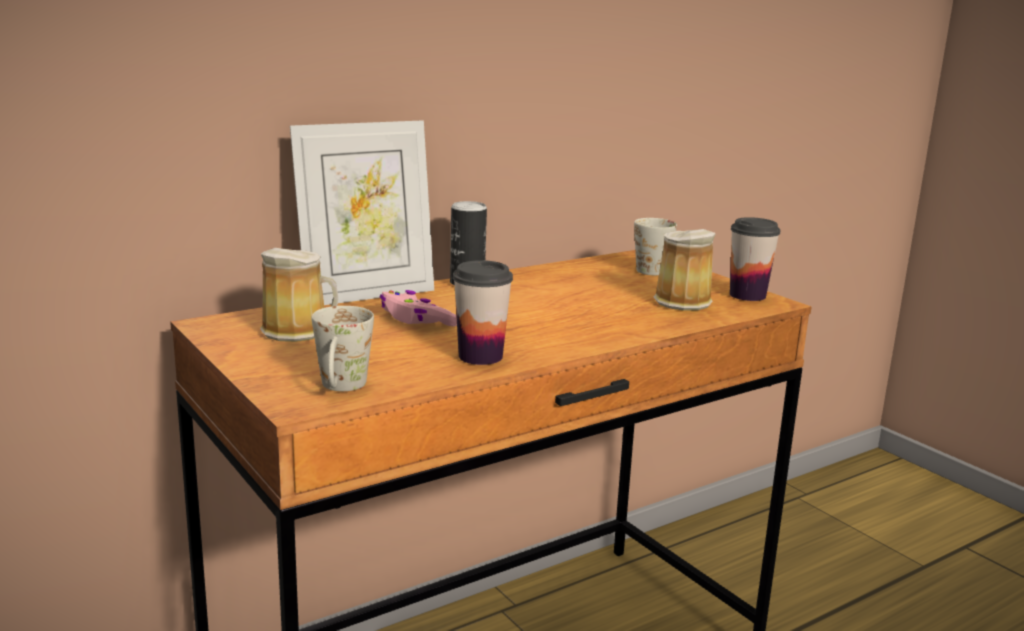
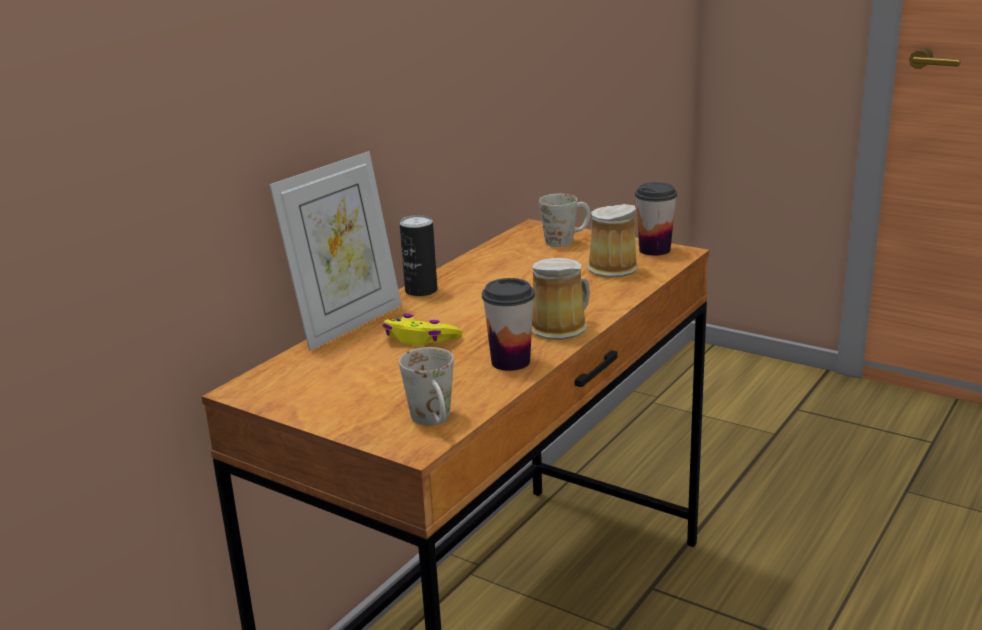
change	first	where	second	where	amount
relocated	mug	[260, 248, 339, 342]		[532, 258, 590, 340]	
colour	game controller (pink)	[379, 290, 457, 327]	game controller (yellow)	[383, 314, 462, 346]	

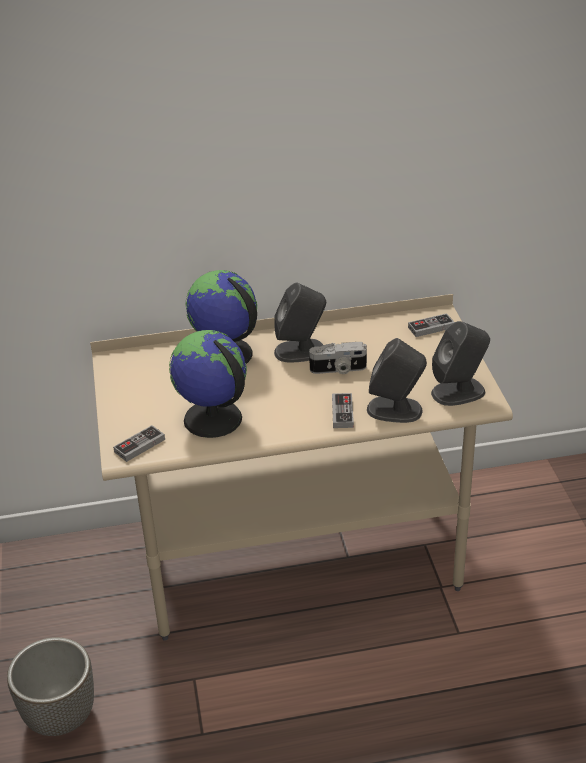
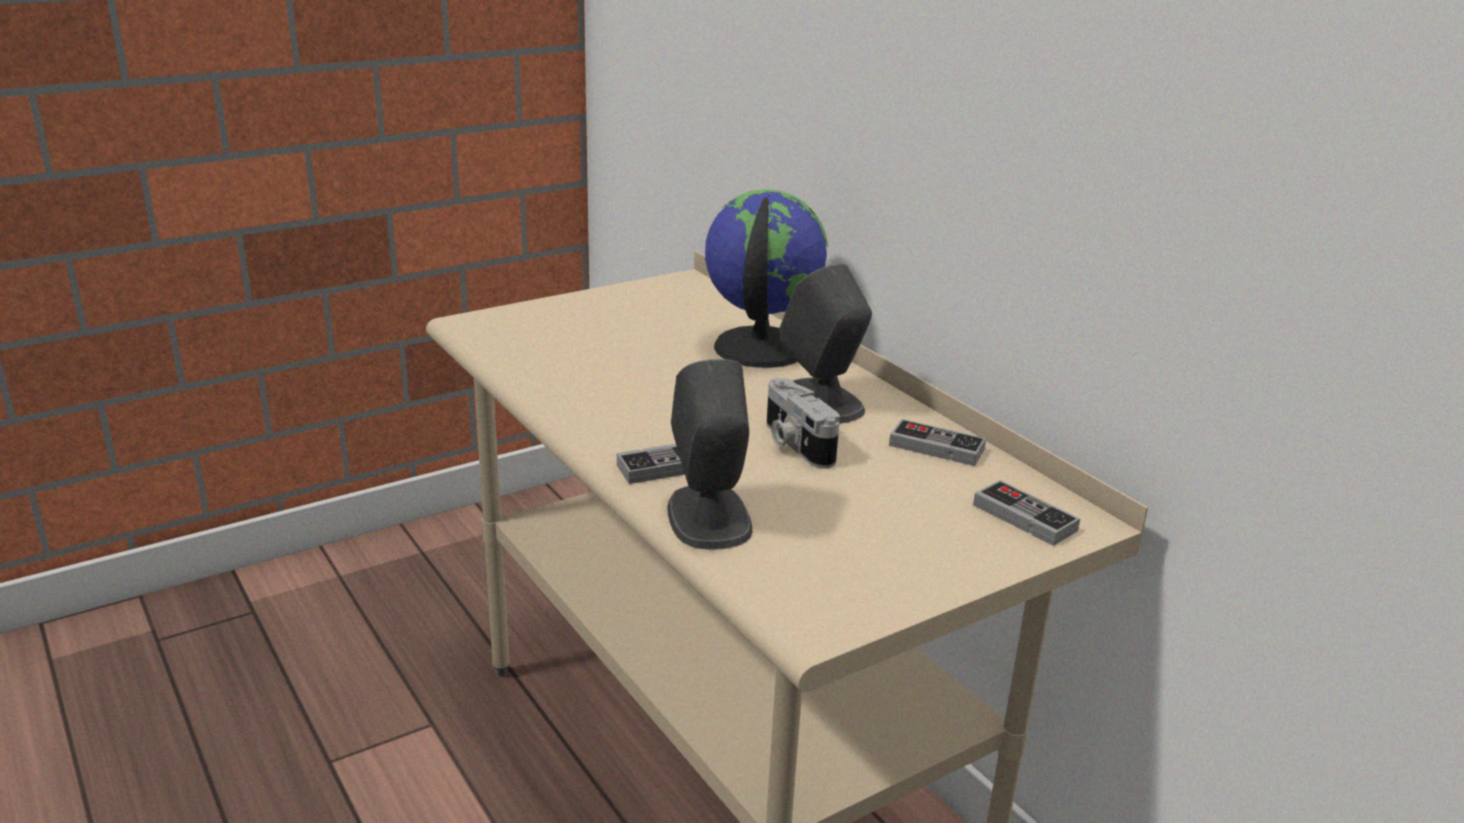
change	first	where	second	where	amount
missing	speaker (grey)	[431, 321, 490, 406]			
missing	globe	[169, 330, 247, 438]			
relocated	game controller	[113, 425, 165, 462]		[889, 419, 986, 466]	
missing	planter	[7, 637, 94, 736]			

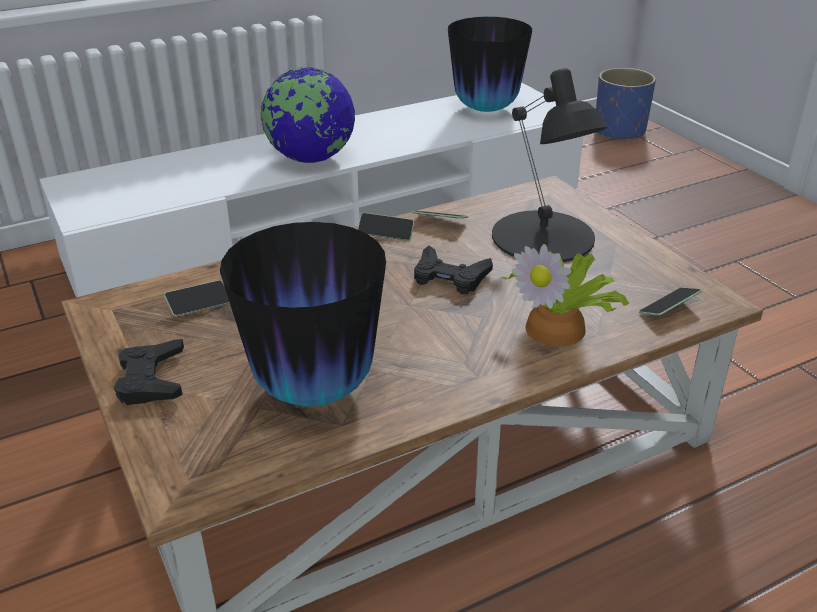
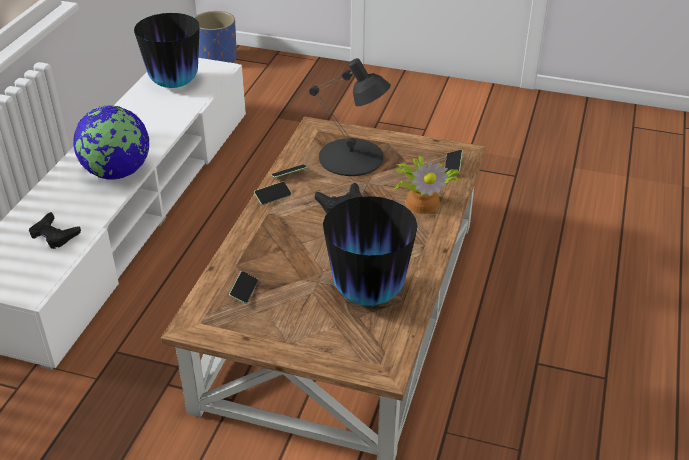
change	first	where	second	where	amount
relocated	game controller (black)	[114, 339, 184, 405]		[29, 212, 81, 249]	

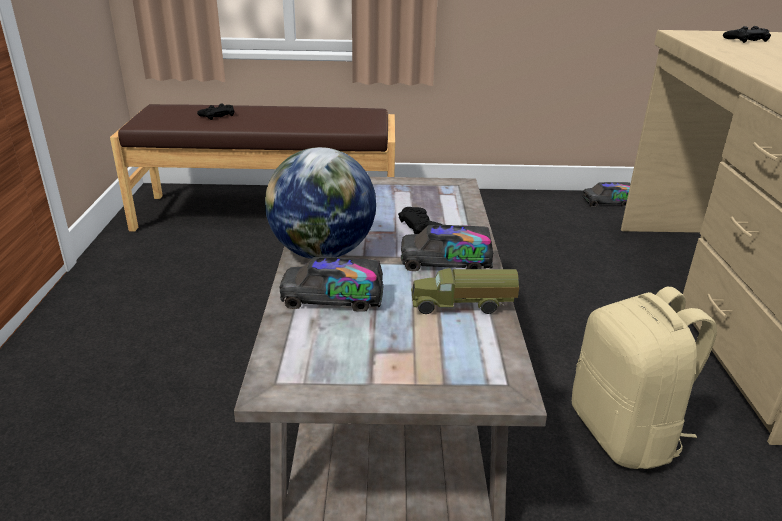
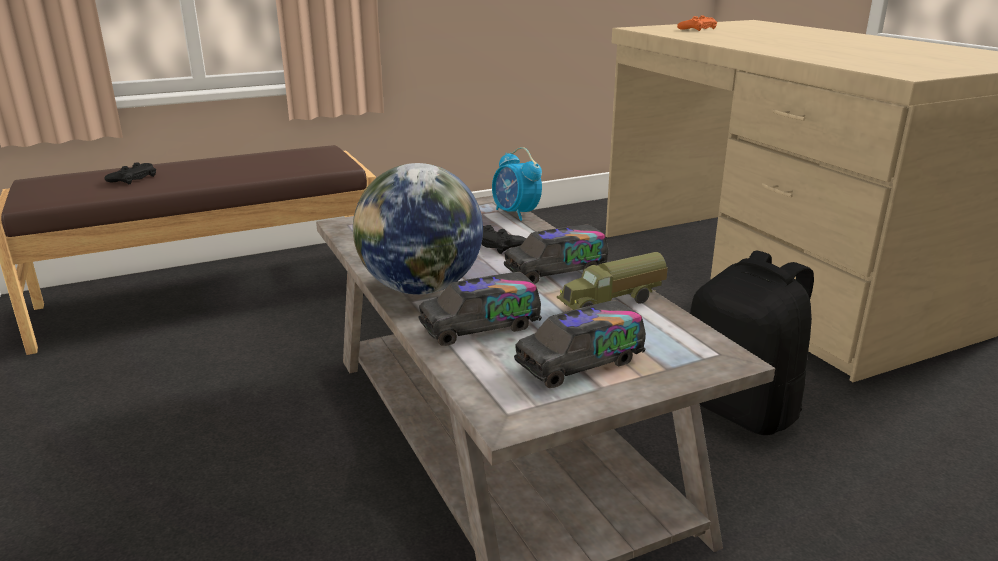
change	first	where	second	where	amount
colour	game controller (black)	[723, 26, 771, 43]	game controller (orange)	[677, 15, 717, 31]	
relocated	toy truck	[582, 182, 630, 207]		[514, 300, 646, 388]	
colour	backpack (beige)	[572, 287, 717, 469]	backpack (black)	[690, 251, 814, 435]	
appeared			alarm clock	[492, 147, 542, 221]	

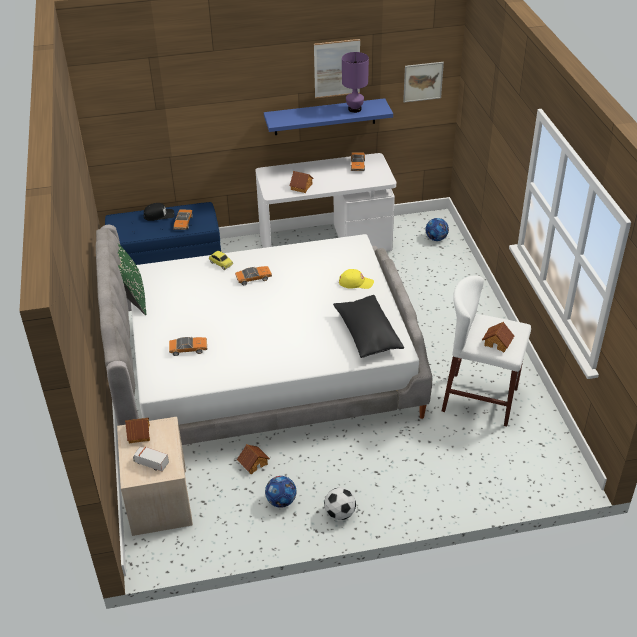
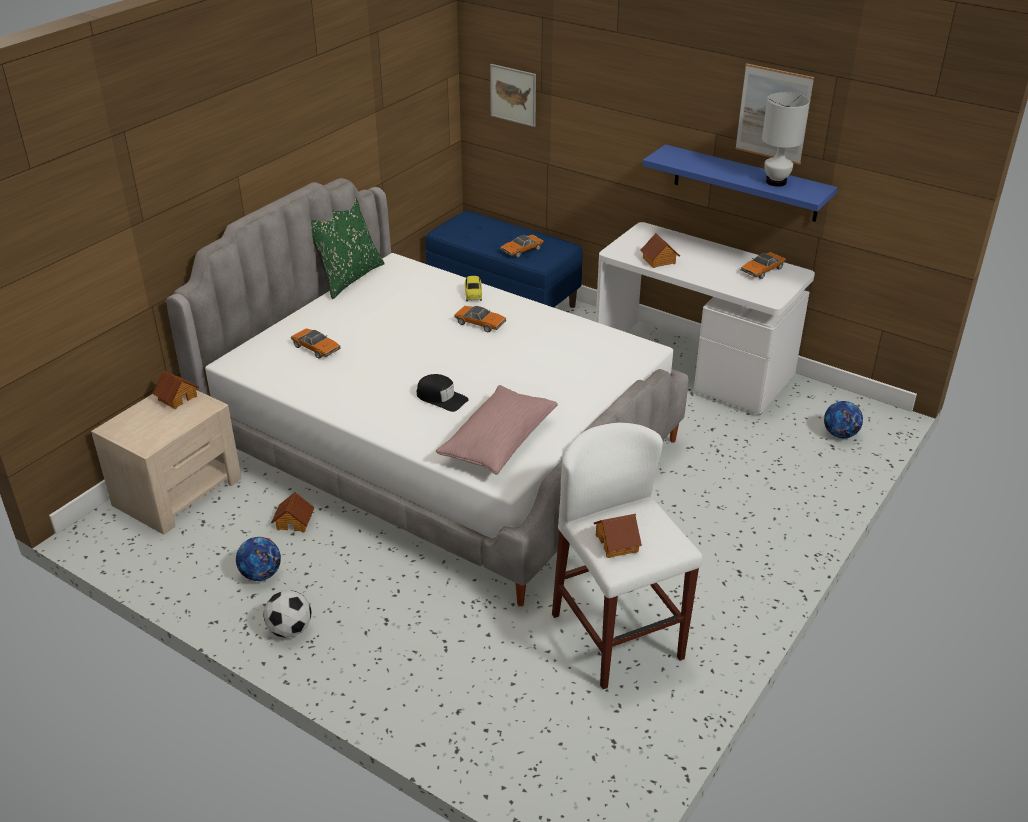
change	first	where	second	where	amount
colour	table lamp (purple)	[342, 52, 369, 113]	table lamp (white)	[762, 92, 810, 187]	
relocated	picture	[403, 62, 444, 103]		[490, 64, 536, 127]	
relocated	cap (black)	[144, 203, 175, 221]		[417, 374, 469, 412]	
missing	cap (yellow)	[339, 269, 374, 289]			
colour	pillow (black)	[333, 295, 404, 358]	pillow (pink)	[436, 385, 557, 475]	
missing	toy truck	[133, 447, 169, 471]			

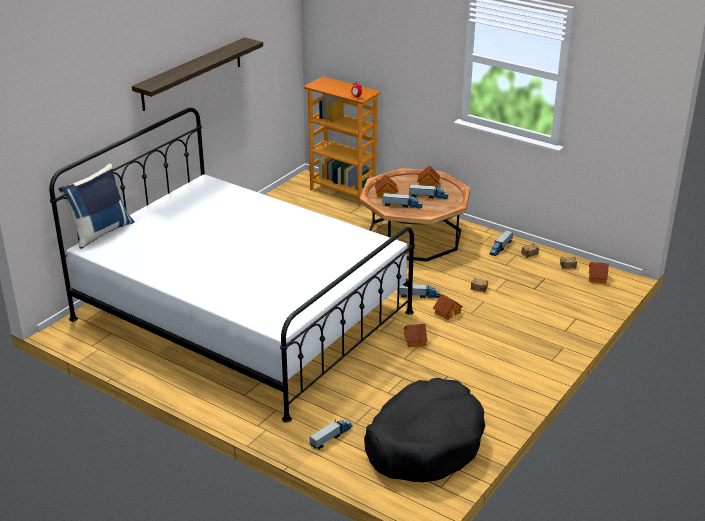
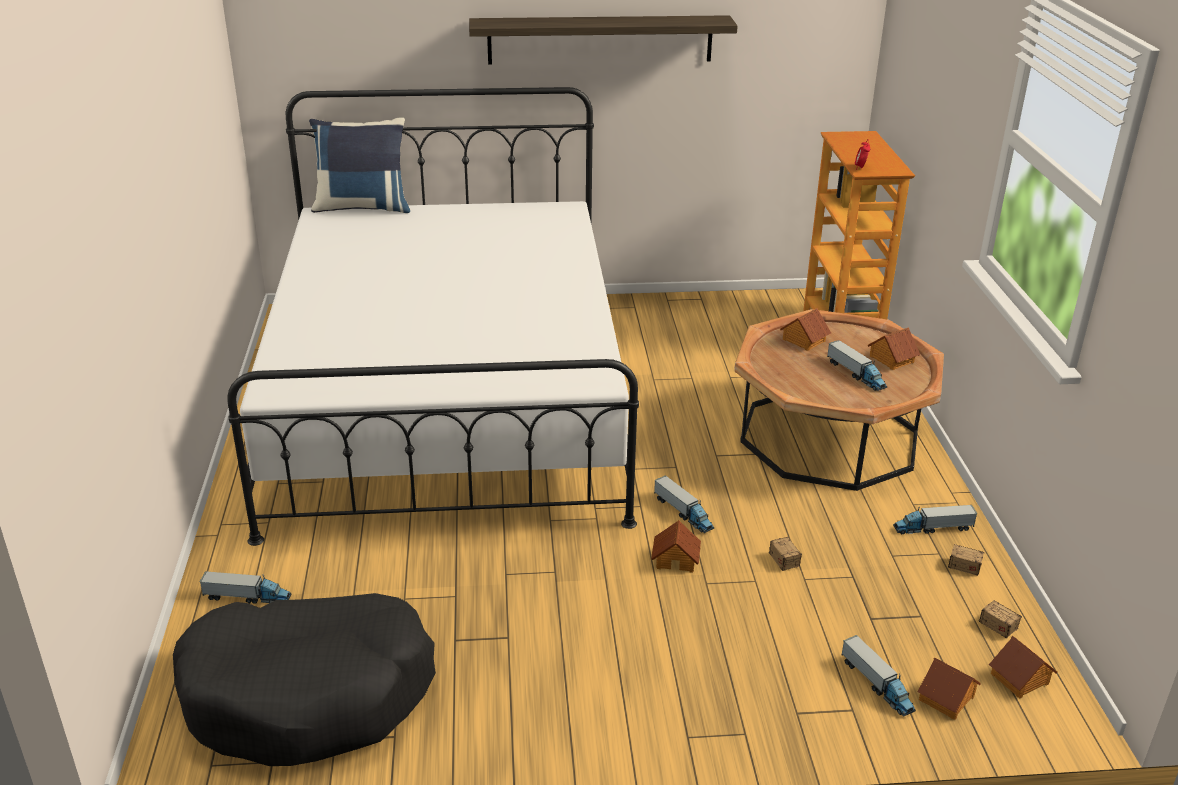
change	first	where	second	where	amount
relocated	toy truck	[382, 193, 423, 209]		[841, 635, 916, 717]	
relocated	toy house	[403, 324, 427, 347]		[918, 657, 981, 720]	

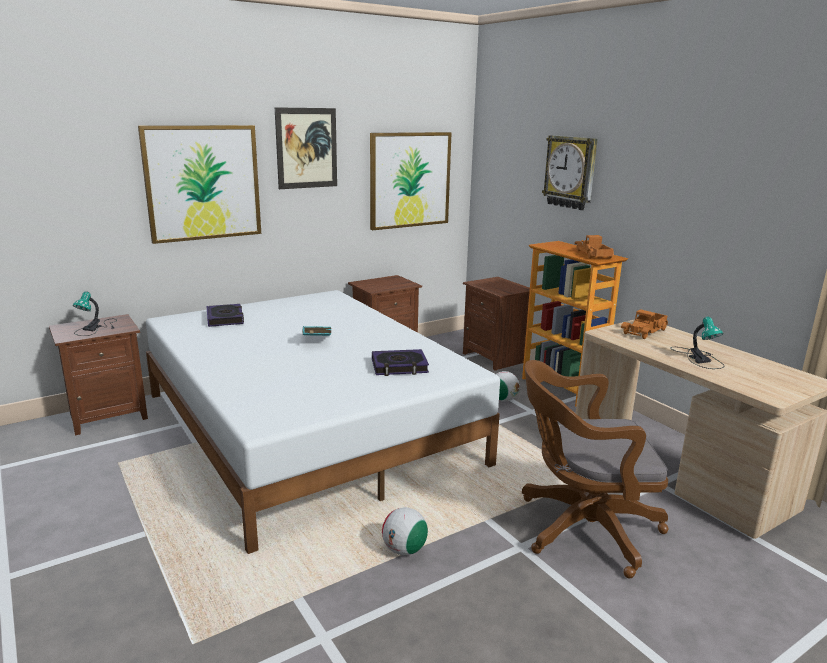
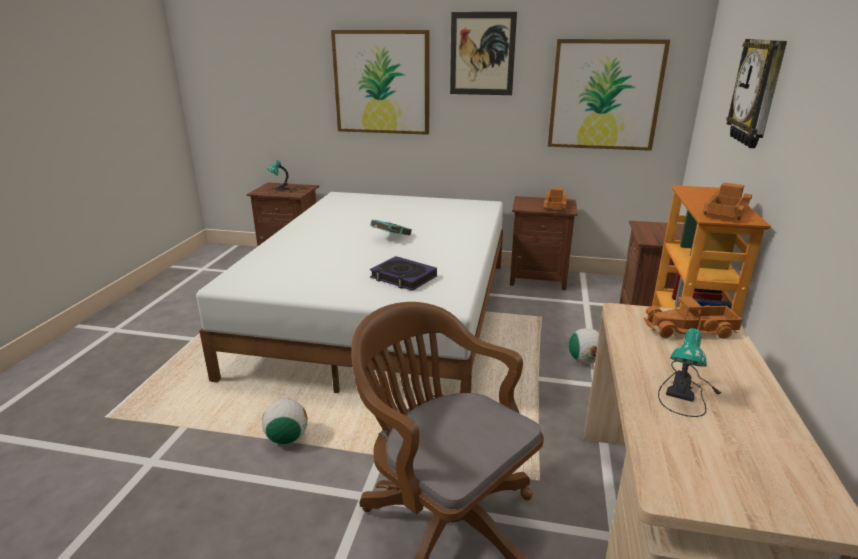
change	first	where	second	where	amount
missing	book	[206, 304, 244, 327]			
appeared			toy truck	[544, 187, 568, 211]	

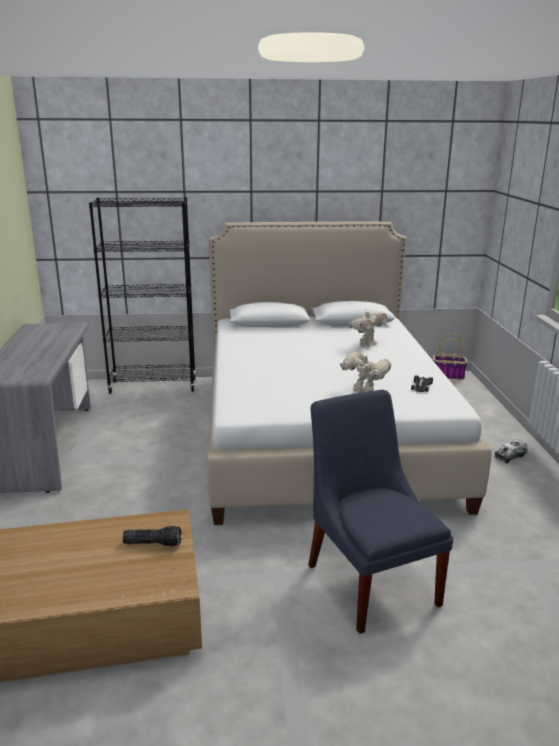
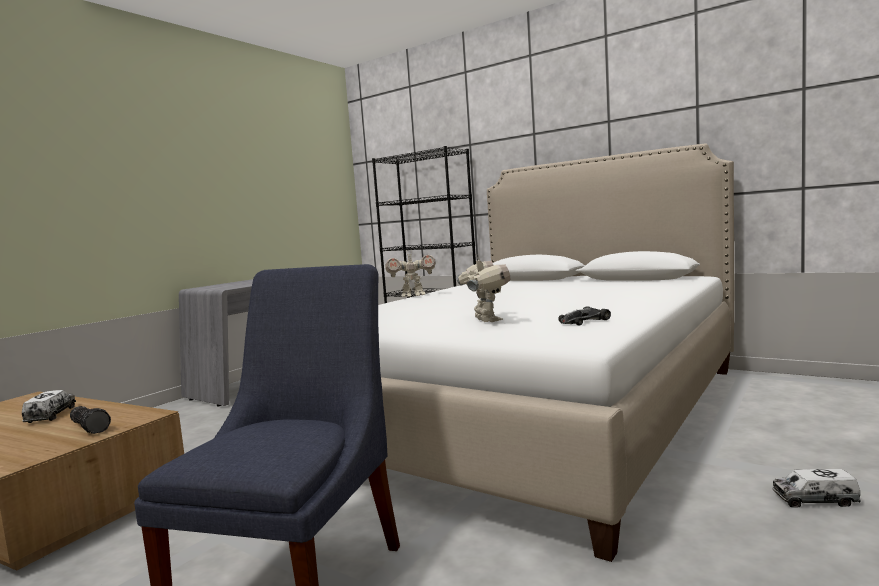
change	first	where	second	where	amount
relocated	toy robot	[349, 309, 387, 347]		[385, 250, 436, 297]	
missing	basket	[433, 333, 467, 380]			
appeared			toy truck	[22, 390, 76, 423]	

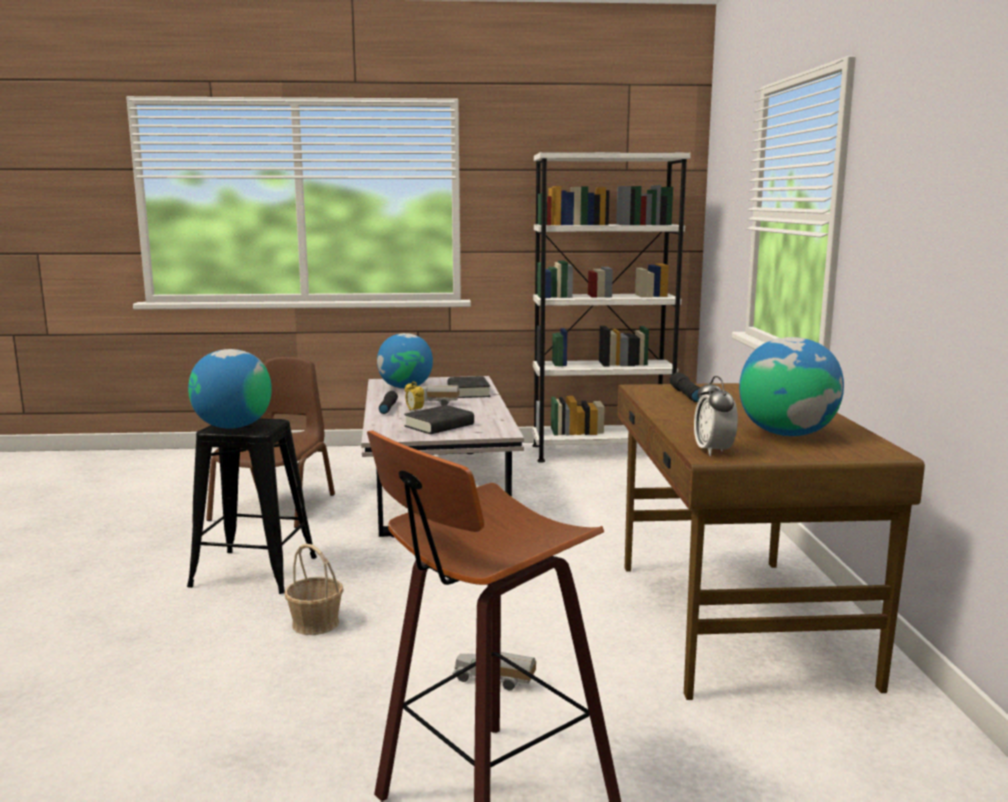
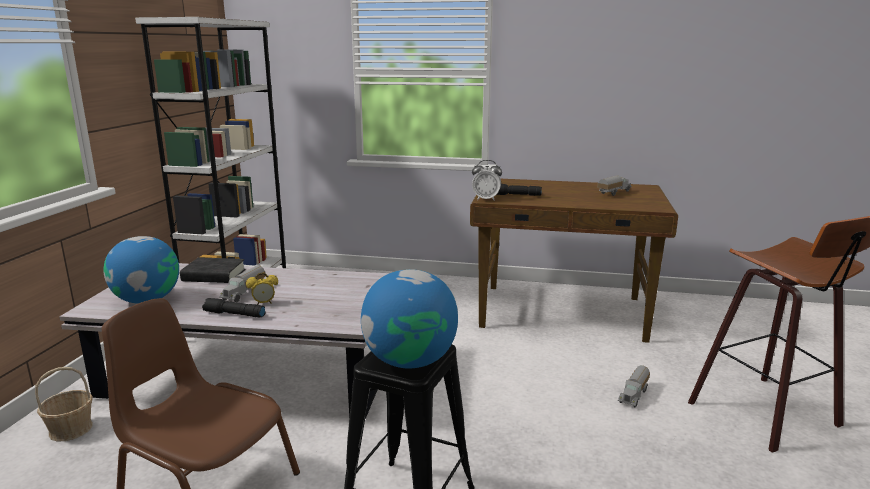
change	first	where	second	where	amount
exchanged	globe	[739, 337, 844, 436]	toy truck	[597, 175, 632, 196]	
relocated	alarm clock	[694, 376, 738, 456]		[472, 160, 502, 201]	
missing	book (black)	[404, 405, 474, 434]			
relocated	basket	[284, 543, 344, 635]		[35, 367, 93, 441]	

